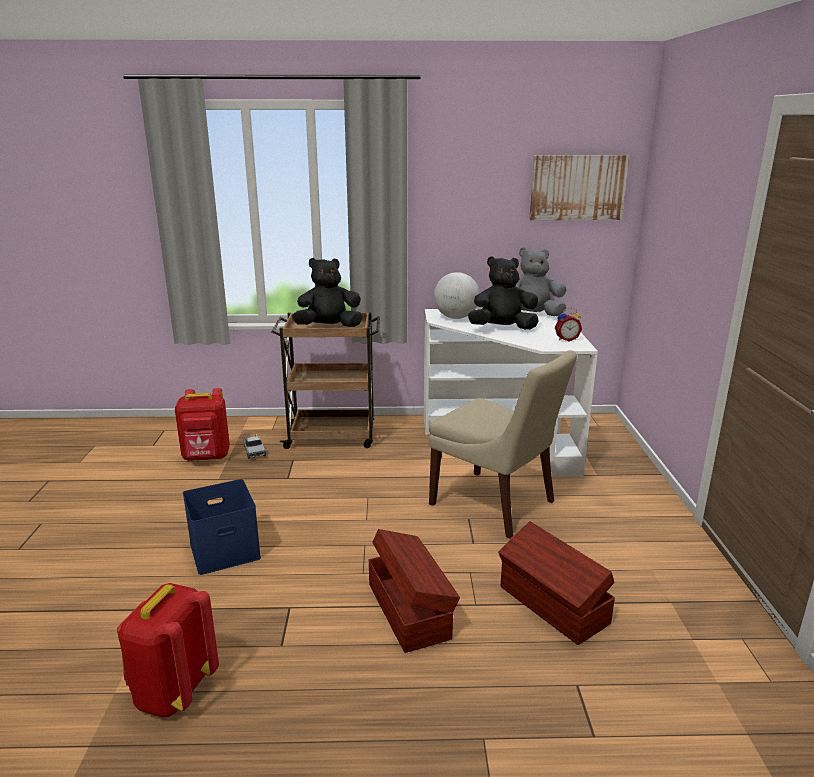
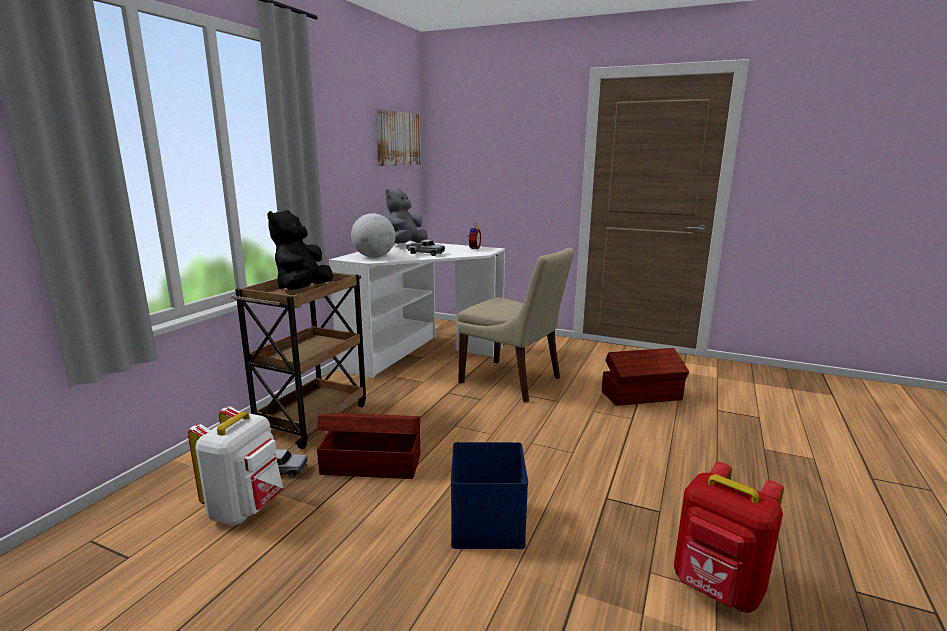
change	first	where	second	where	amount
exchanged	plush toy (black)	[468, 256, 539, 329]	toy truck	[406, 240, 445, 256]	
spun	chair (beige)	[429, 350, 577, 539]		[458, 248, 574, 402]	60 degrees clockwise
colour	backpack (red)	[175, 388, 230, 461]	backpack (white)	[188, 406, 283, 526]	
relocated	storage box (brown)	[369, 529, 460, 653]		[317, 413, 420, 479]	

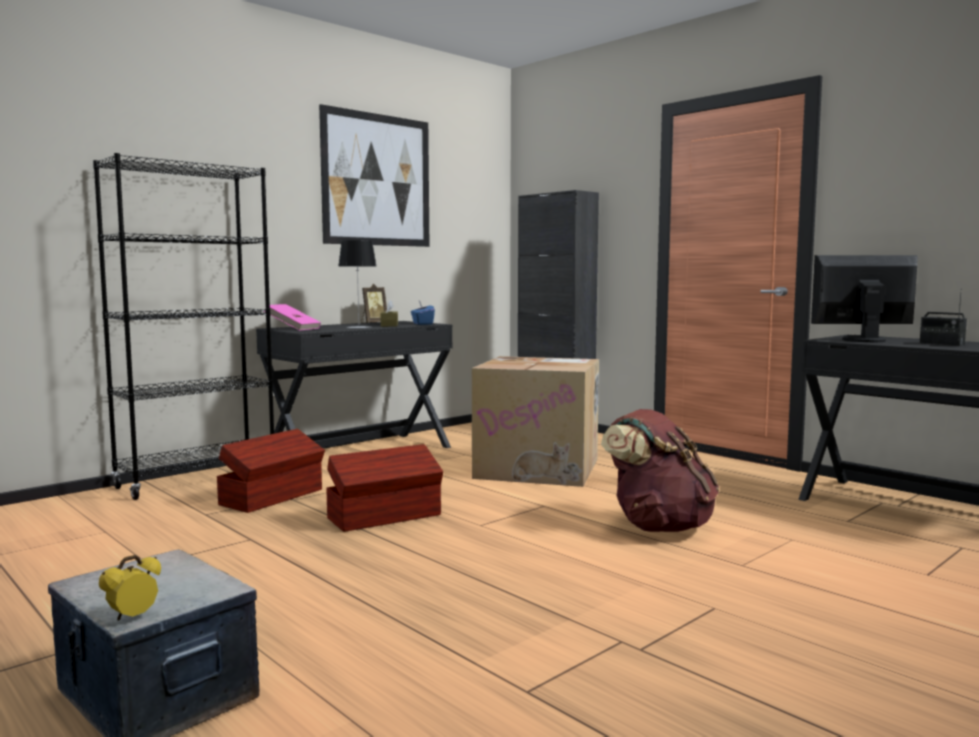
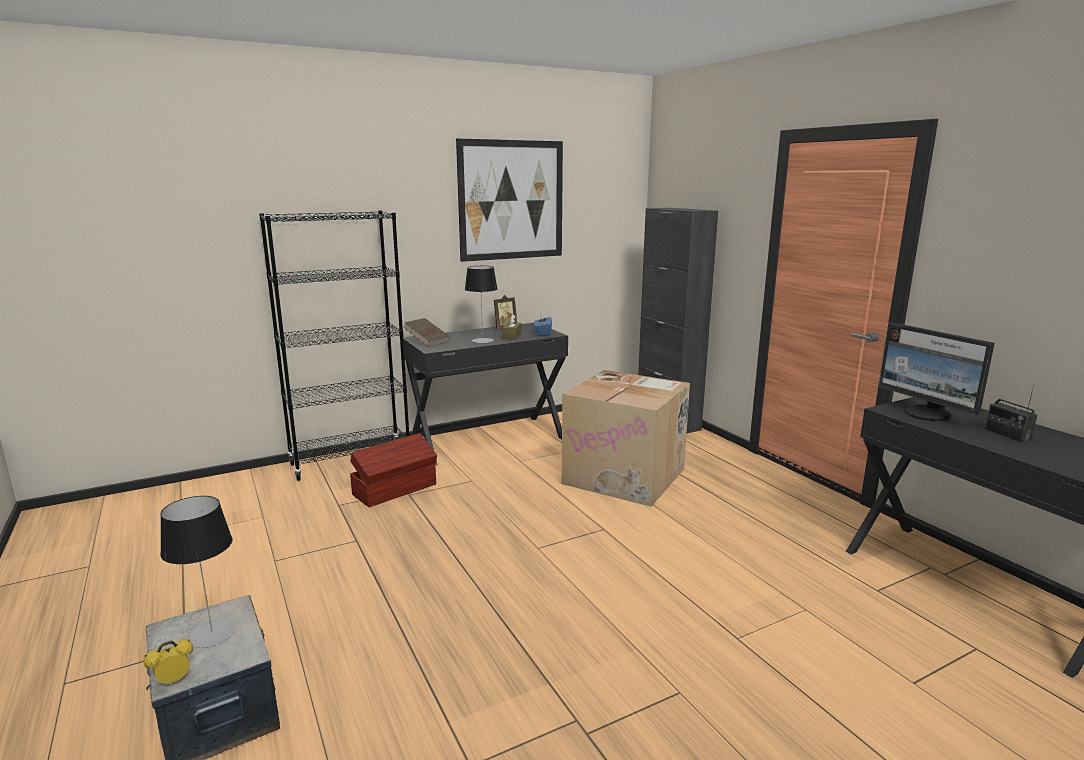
change	first	where	second	where	amount
spun	monitor	[811, 255, 918, 342]		[879, 322, 995, 421]	135 degrees counterclockwise
colour	book (pink)	[264, 304, 321, 331]	book (brown)	[403, 318, 450, 347]	
missing	backpack (brown)	[601, 409, 719, 532]			
missing	storage box (brown)	[326, 444, 443, 532]			
appeared			table lamp	[160, 496, 235, 648]	

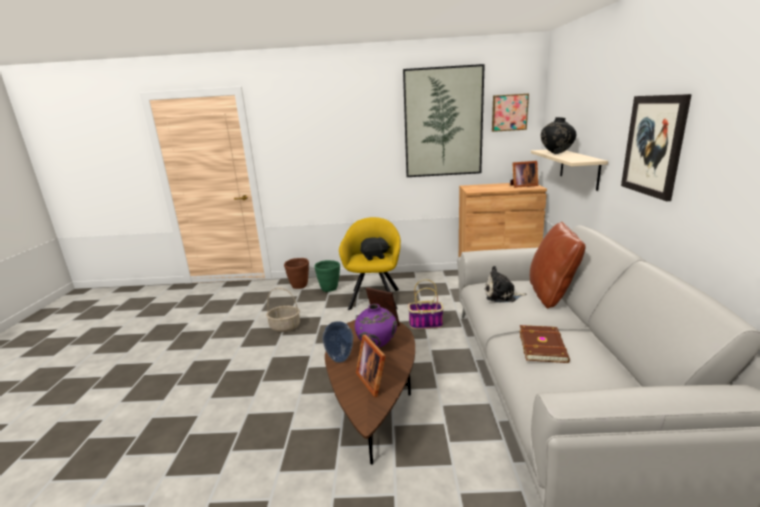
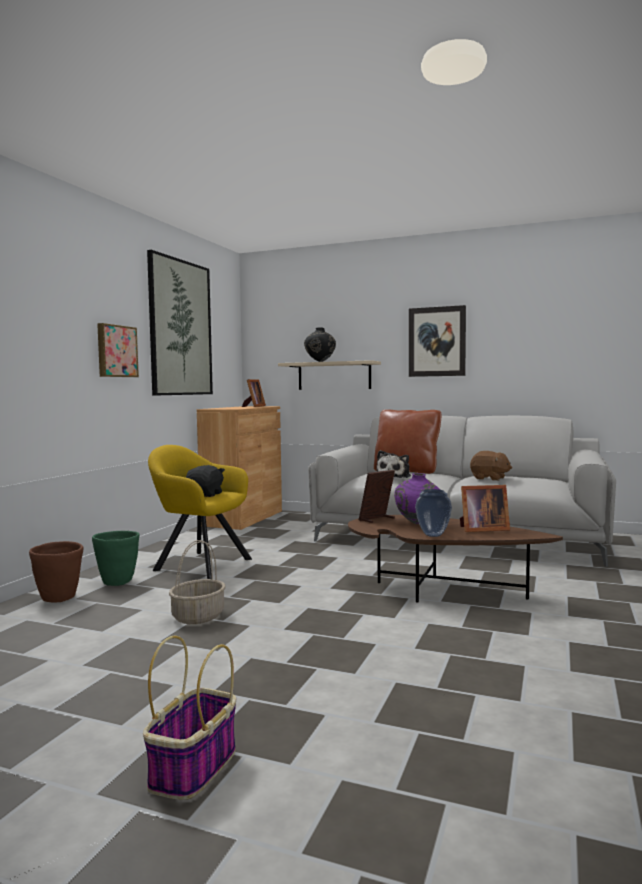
change	first	where	second	where	amount
relocated	picture	[492, 93, 529, 132]		[97, 323, 139, 377]	
relocated	basket	[408, 279, 444, 329]		[143, 636, 236, 800]	
exchanged	book (brown)	[519, 325, 570, 363]	plush toy (brown)	[470, 451, 512, 481]	

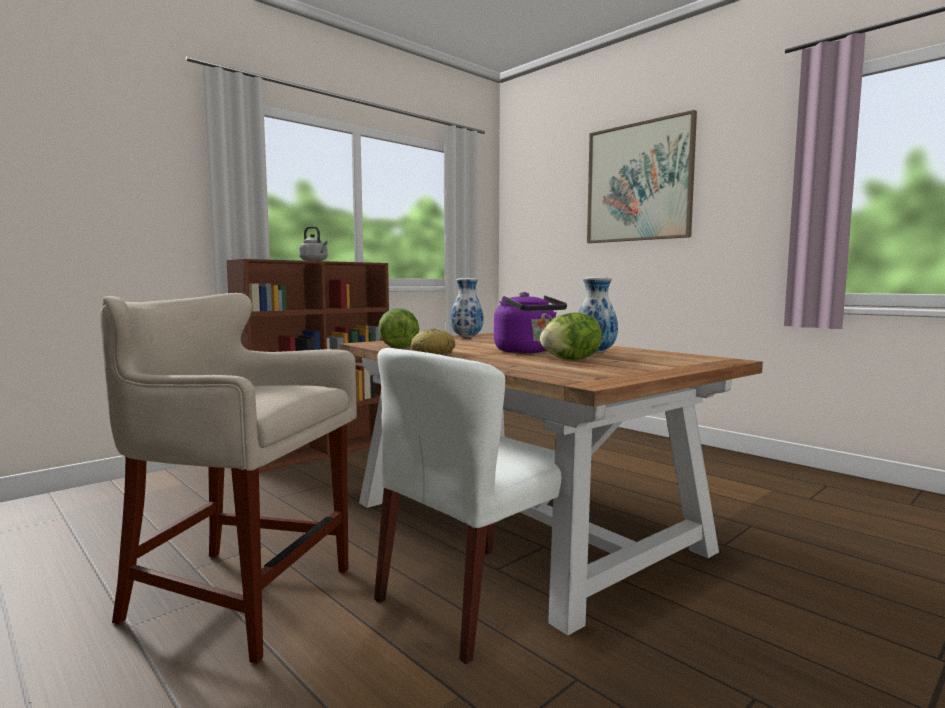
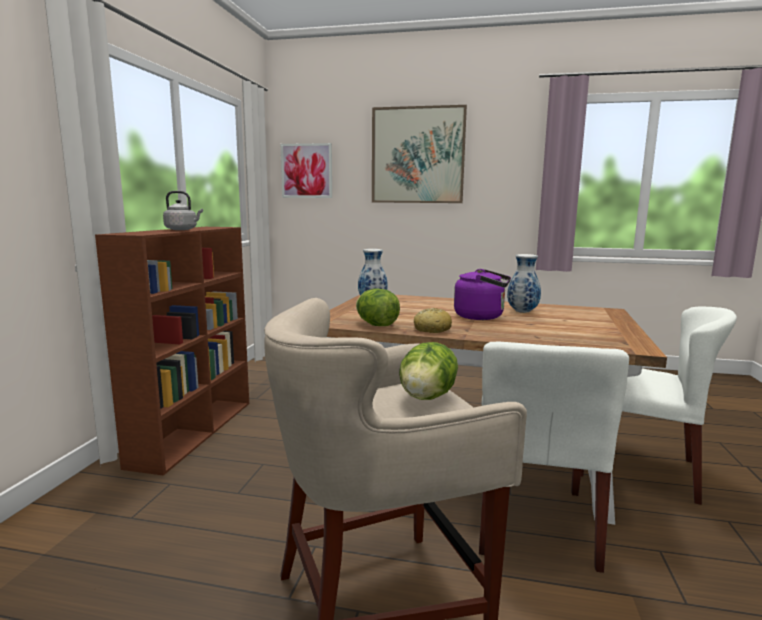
change	first	where	second	where	amount
relocated	lettuce	[540, 312, 602, 360]		[399, 342, 458, 400]	
appeared			picture	[281, 143, 332, 198]	
appeared			chair (white)	[581, 306, 737, 505]	

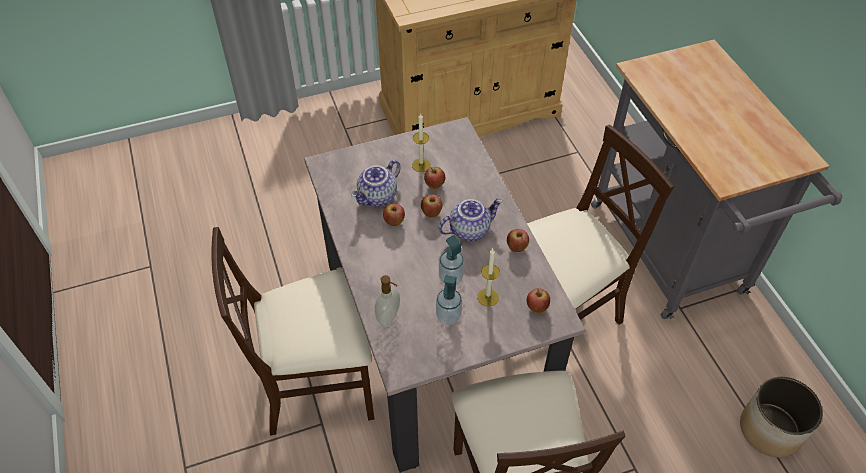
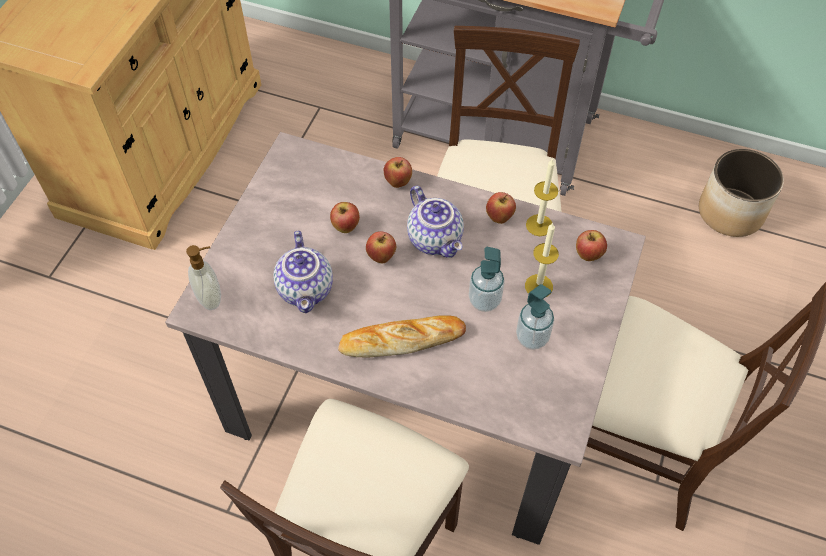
change	first	where	second	where	amount
relocated	candle	[412, 113, 431, 172]		[526, 158, 558, 236]	
spun	teapot	[438, 199, 503, 241]		[407, 186, 464, 258]	135 degrees clockwise
relocated	apple	[383, 203, 405, 226]		[383, 157, 412, 188]	
relocated	soap dispenser	[375, 275, 400, 325]		[186, 245, 221, 310]	
appeared			bread	[338, 315, 466, 357]	

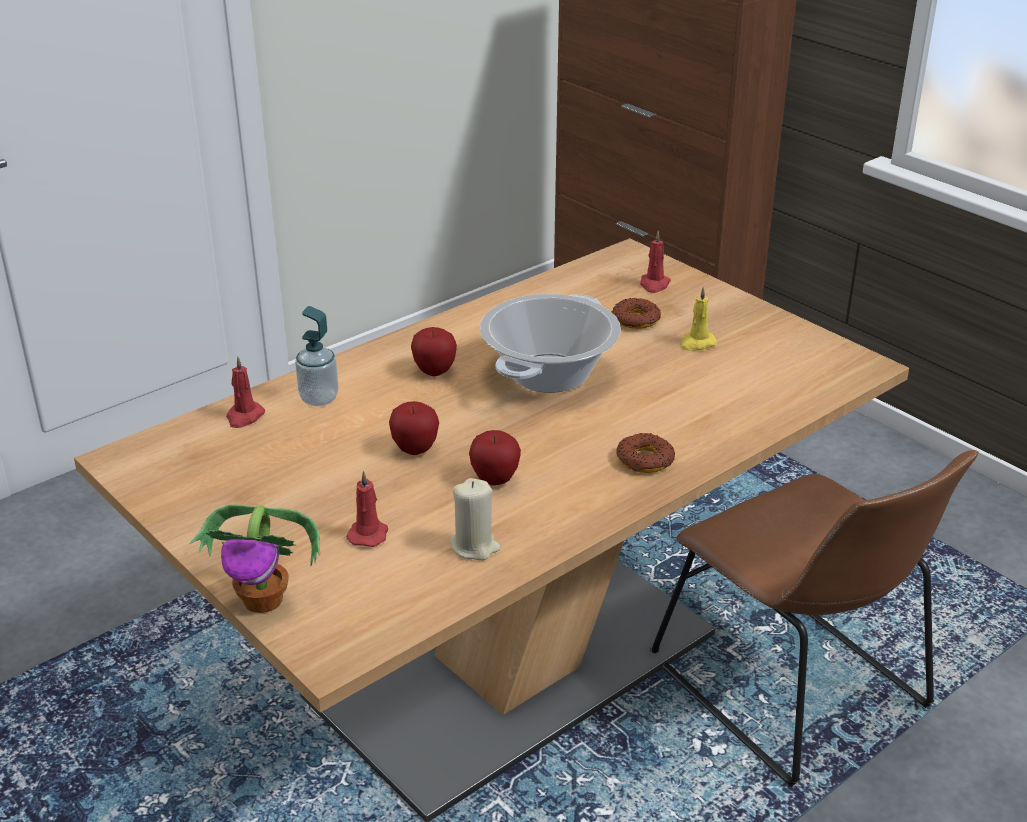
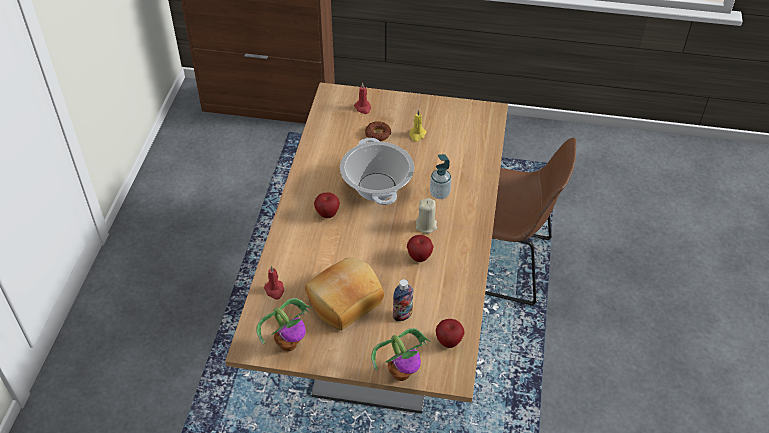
change	first	where	second	where	amount
relocated	soap dispenser	[295, 306, 339, 406]		[430, 154, 451, 199]	
relocated	apple	[389, 401, 439, 455]		[436, 319, 464, 348]	
missing	donut	[617, 433, 675, 473]			
exchanged	candle (red)	[346, 470, 388, 547]	bottle	[393, 279, 413, 321]	
relocated	candle (beige)	[450, 478, 501, 560]		[416, 198, 437, 233]	
appeared			bread	[305, 257, 384, 330]	
appeared			potted plant	[256, 298, 312, 351]	

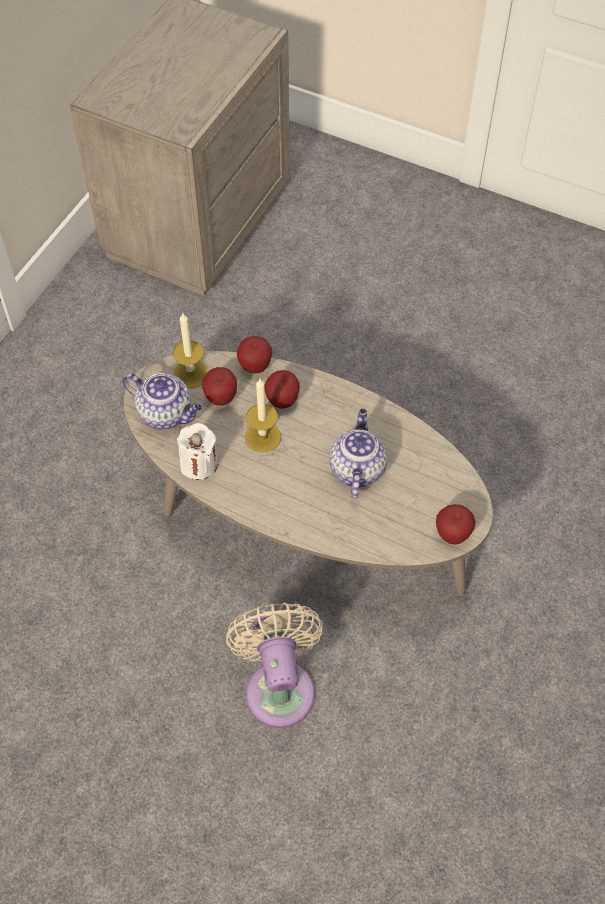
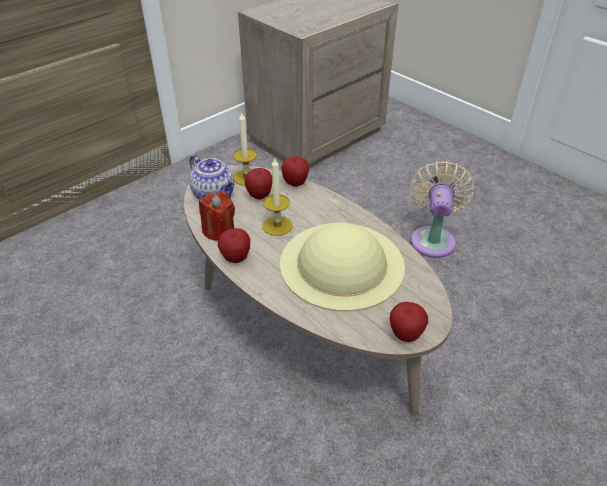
change	first	where	second	where	amount
relocated	apple	[264, 370, 300, 409]		[218, 228, 250, 263]	
exchanged	teapot	[329, 409, 388, 499]	hat (beige)	[280, 223, 405, 312]	
colour	candle (white)	[177, 423, 218, 480]	candle (red)	[199, 192, 235, 241]	
relocated	fan (beige)	[226, 603, 323, 728]		[410, 161, 475, 258]	

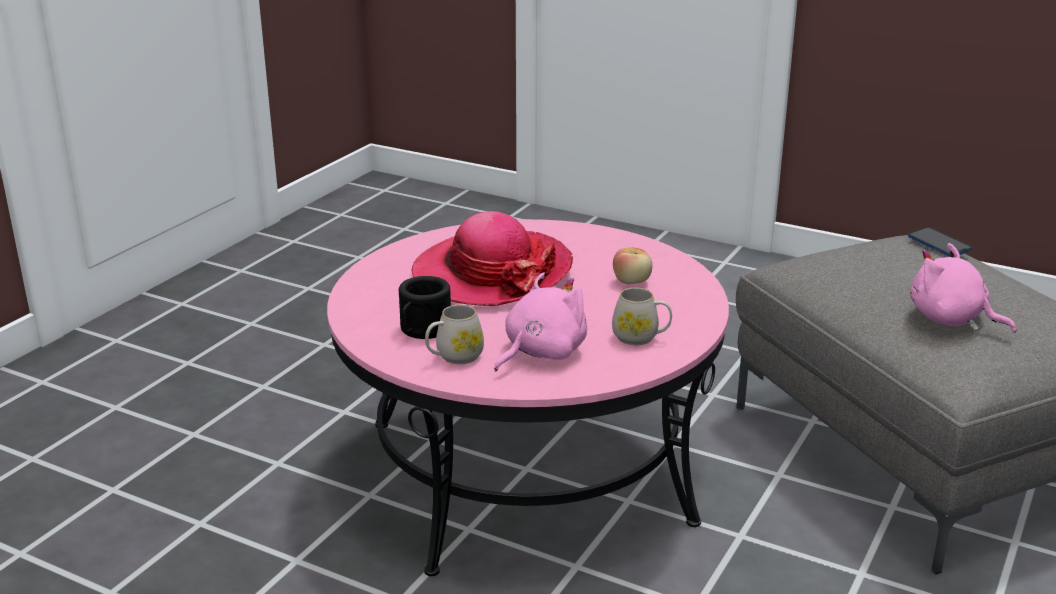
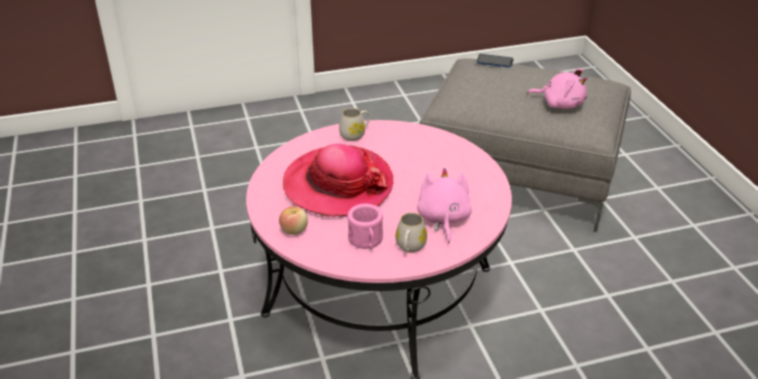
change	first	where	second	where	amount
spun	plush toy (pink)	[910, 243, 1016, 333]		[527, 68, 588, 109]	150 degrees counterclockwise
relocated	apple	[613, 248, 652, 284]		[279, 206, 308, 235]	
colour	mug (black)	[399, 276, 451, 339]	mug (pink)	[348, 204, 383, 249]	
relocated	mug (white)	[612, 288, 672, 345]		[339, 108, 370, 141]	

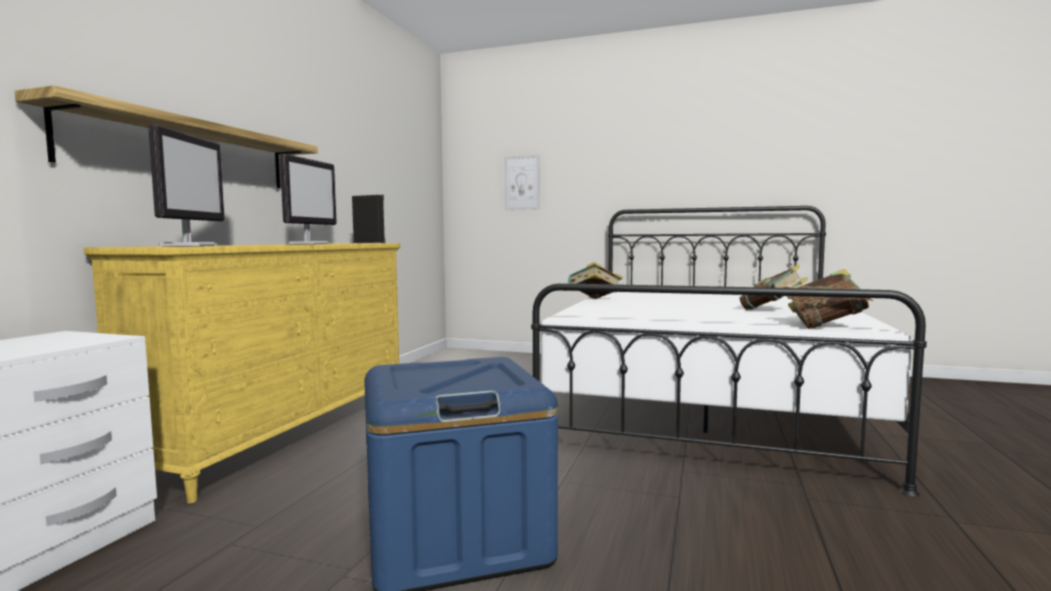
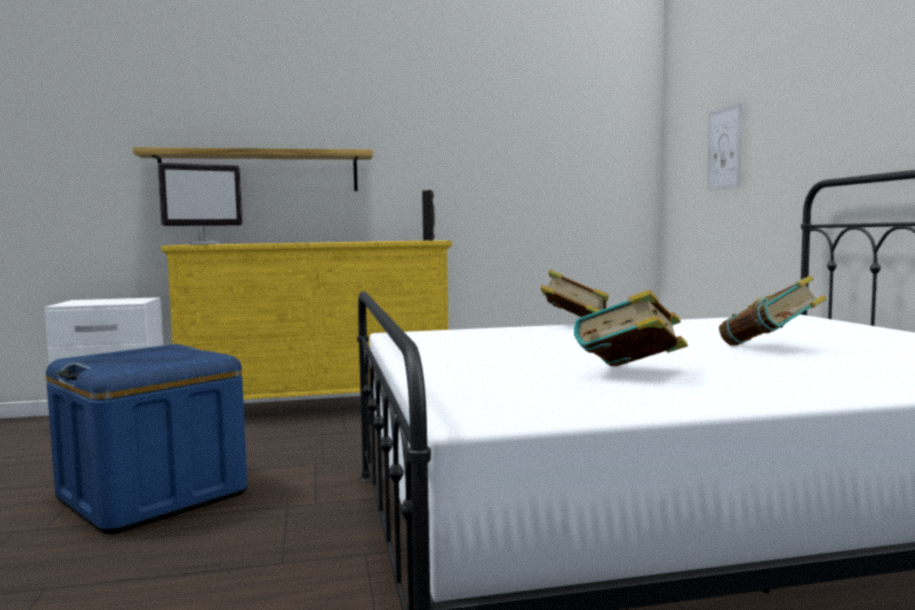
change	first	where	second	where	amount
missing	monitor	[280, 154, 337, 244]			
relocated	book	[787, 269, 873, 329]		[719, 275, 826, 346]	

